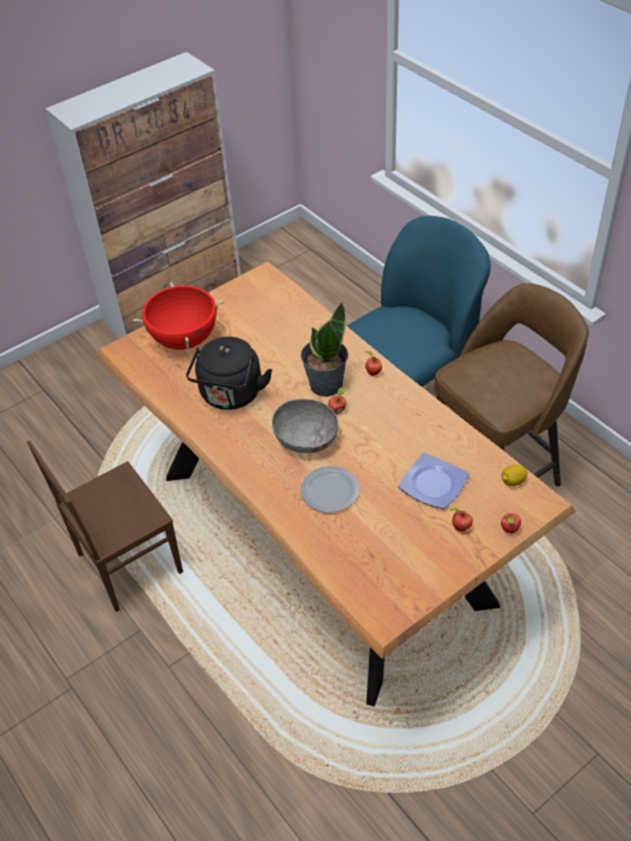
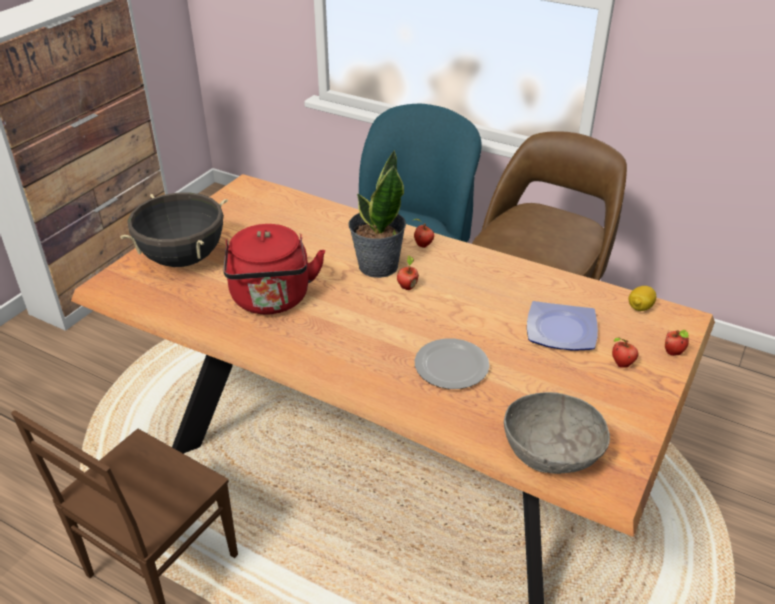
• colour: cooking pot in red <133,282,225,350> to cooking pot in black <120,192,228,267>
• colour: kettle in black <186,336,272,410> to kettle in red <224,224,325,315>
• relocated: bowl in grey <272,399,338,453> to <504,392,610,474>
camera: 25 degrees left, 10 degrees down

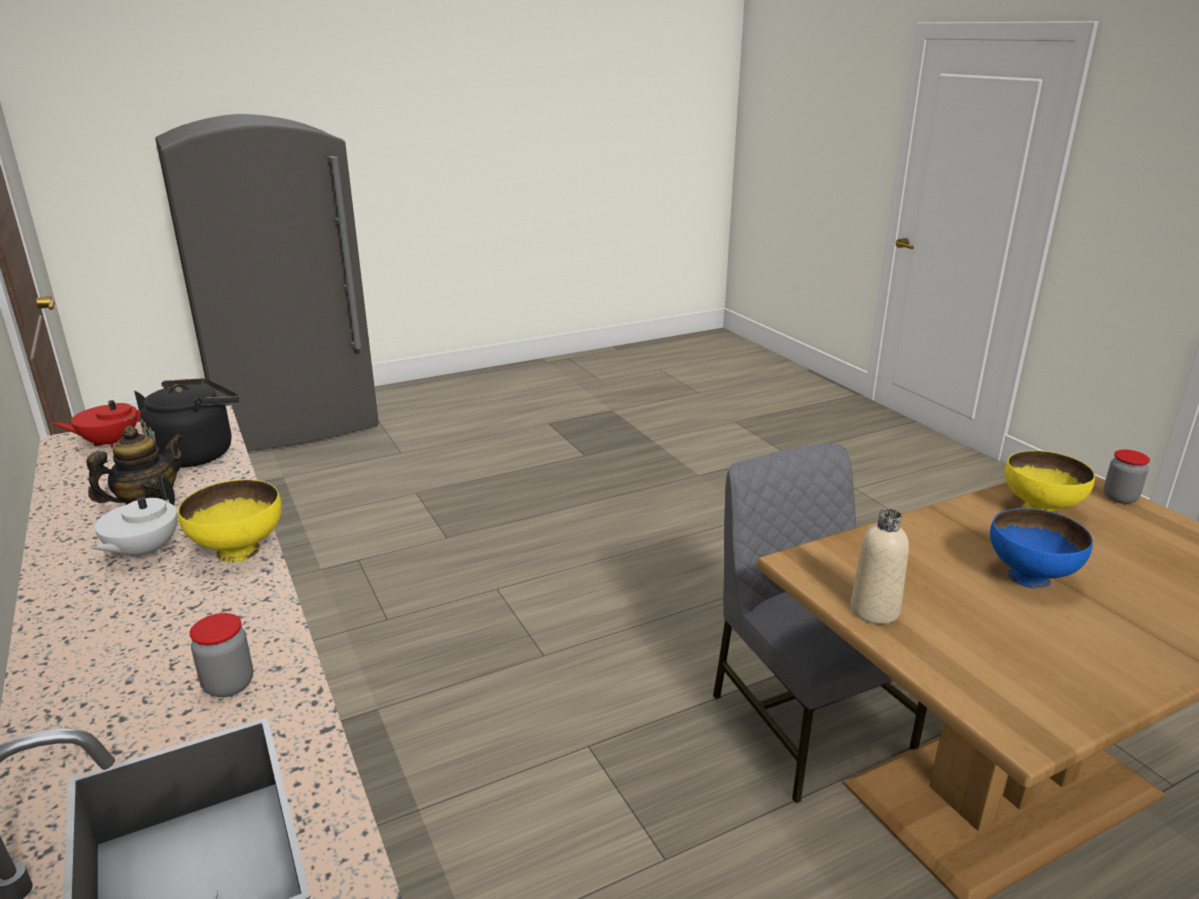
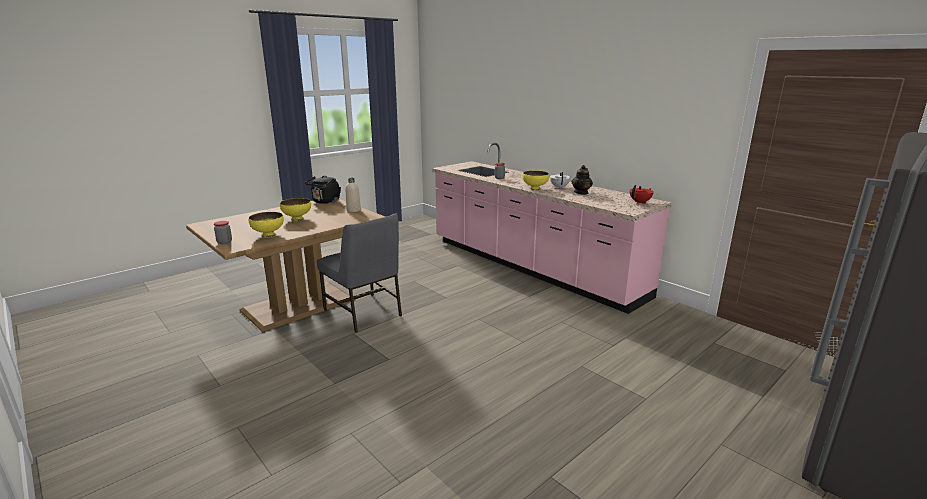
• colour: bowl in blue <990,508,1093,589> to bowl in yellow <280,198,311,221>
• relocated: kettle in black <140,379,239,468> to <305,176,341,204>
camera: 165 degrees right, 5 degrees down

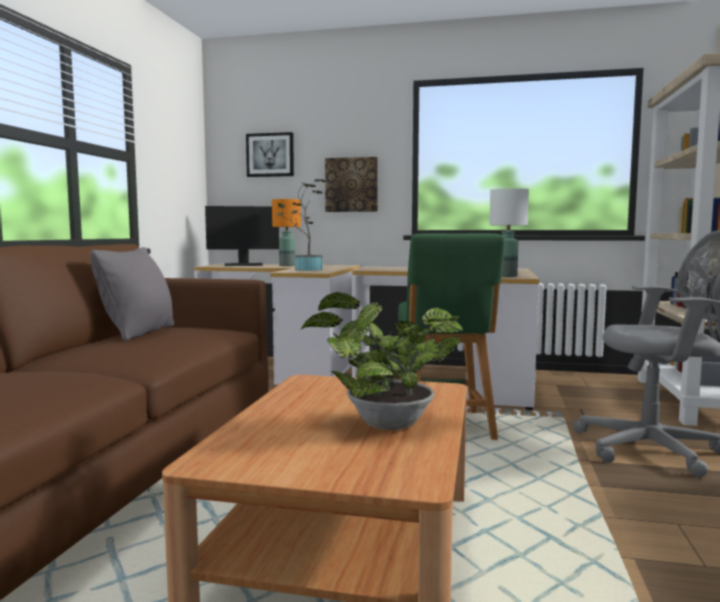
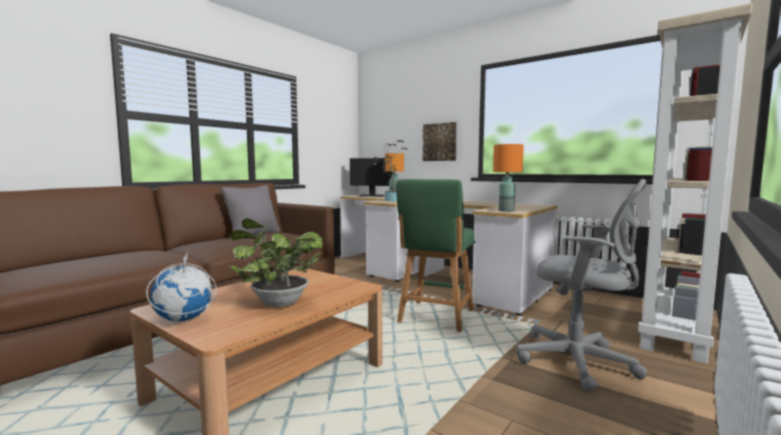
• appeared: globe <146,252,217,322>
• colour: table lamp in white <489,188,529,277> to table lamp in orange <493,144,524,212>
• missing: picture <246,132,294,177>
camera: 25 degrees right, 0 degrees up

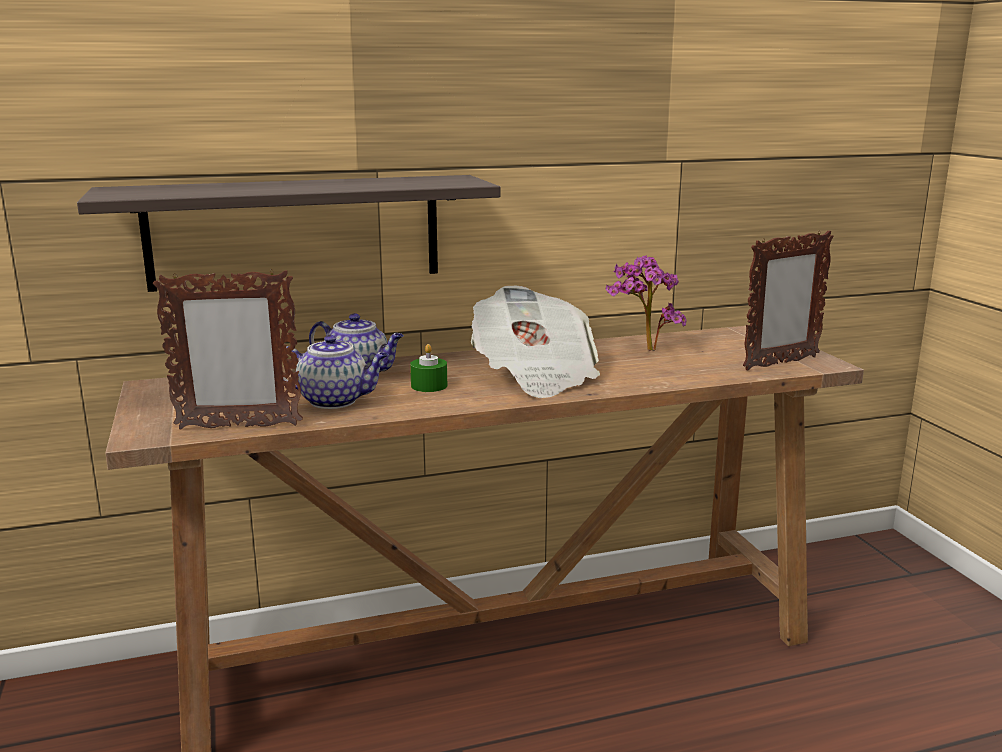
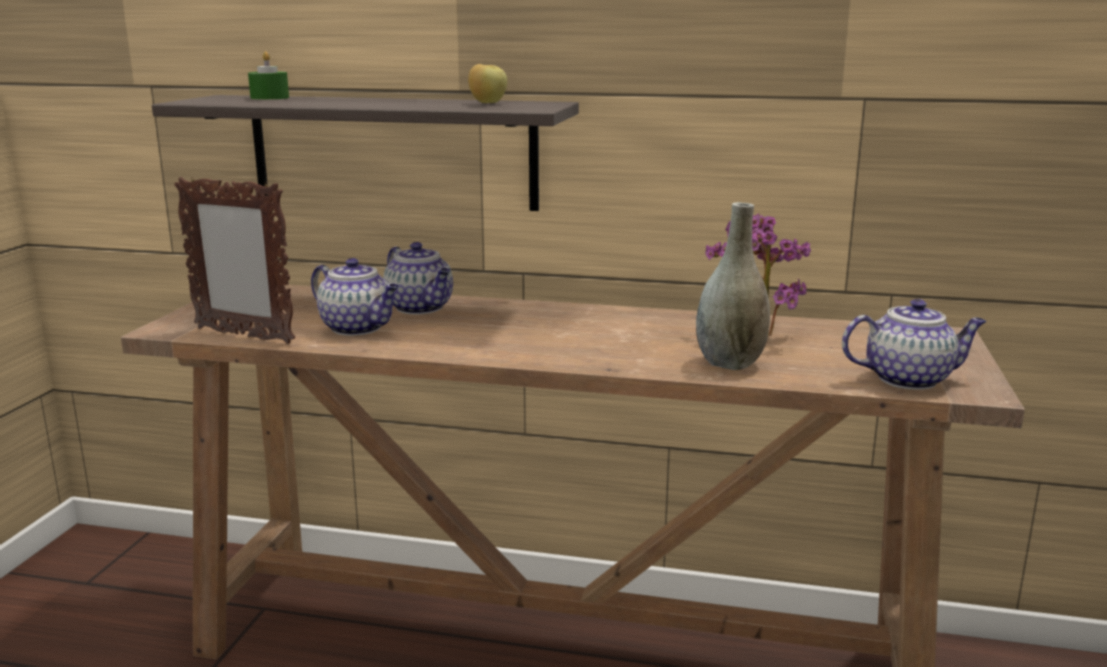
• relocated: candle in green <410,344,447,392> to <248,51,289,100>
• appeared: apple <468,64,507,103>
• appeared: vase in grey <696,202,770,370>
• exchanged: picture frame <743,230,833,371> to teapot <842,299,987,390>
• missing: newspaper <470,285,600,398>
camera: 30 degrees right, 0 degrees up

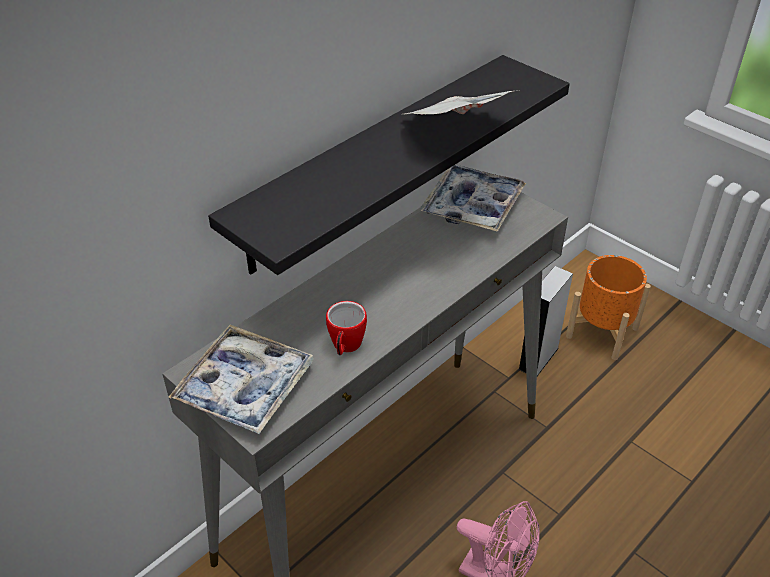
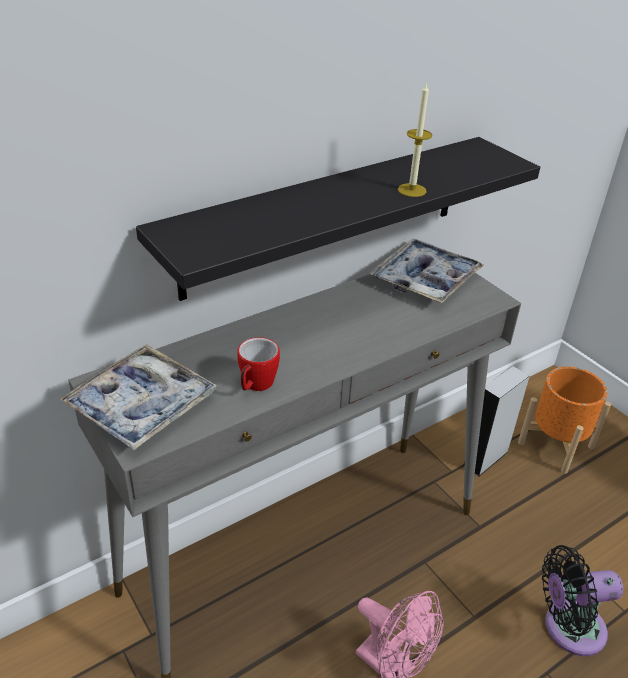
• exchanged: newspaper <404,90,519,115> to candle <398,82,432,197>
• appeared: fan in black <542,545,623,656>
camera: 10 degrees right, 5 degrees down

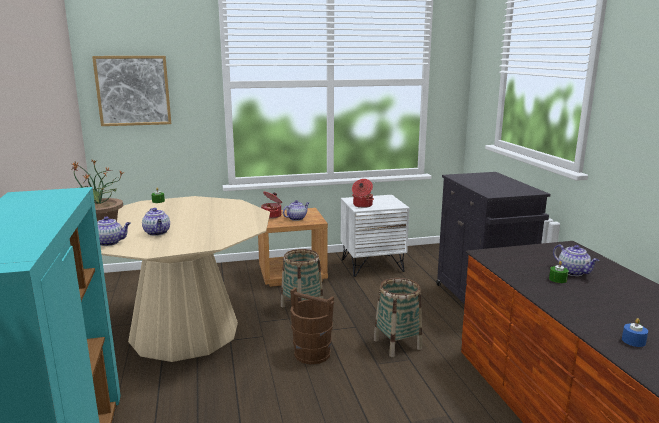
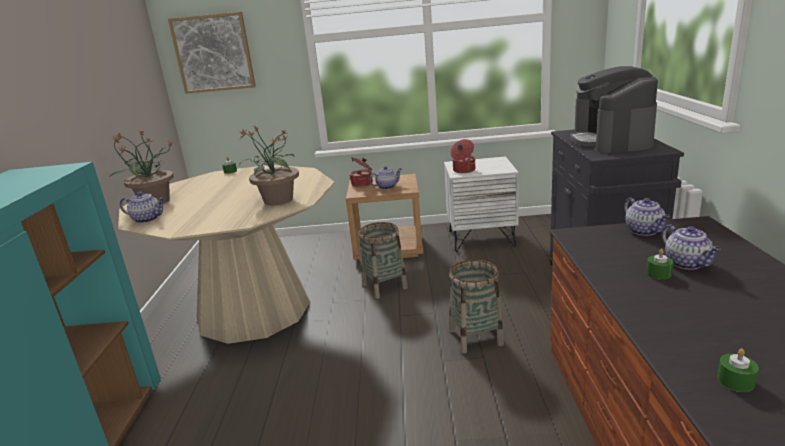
• appeared: potted plant <239,126,299,205>
• appeared: coffee machine <570,66,658,153>
• relocated: teapot <142,208,170,236> to <624,198,670,236>
• colour: candle in blue <622,318,648,347> to candle in green <717,349,759,392>
• missing: bucket in brown <290,288,334,364>
camera: 15 degrees right, 5 degrees up

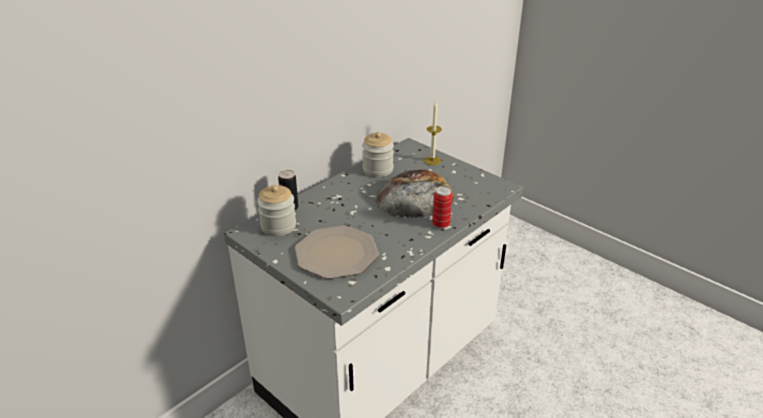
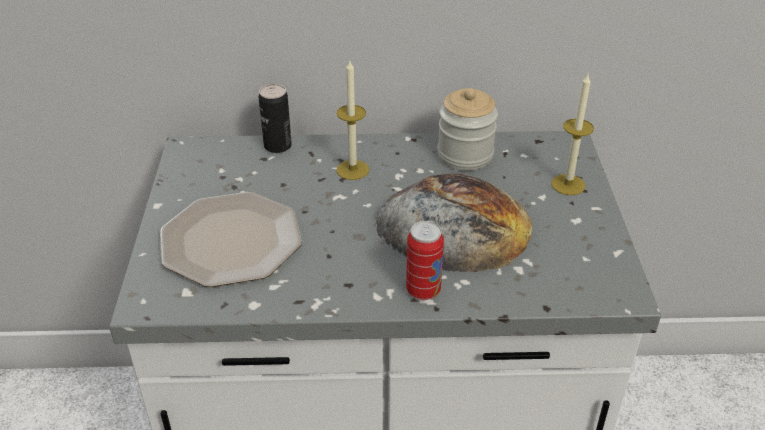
• appeared: candle <336,61,369,180>
• missing: jar <257,185,296,236>
camera: 45 degrees right, 5 degrees up

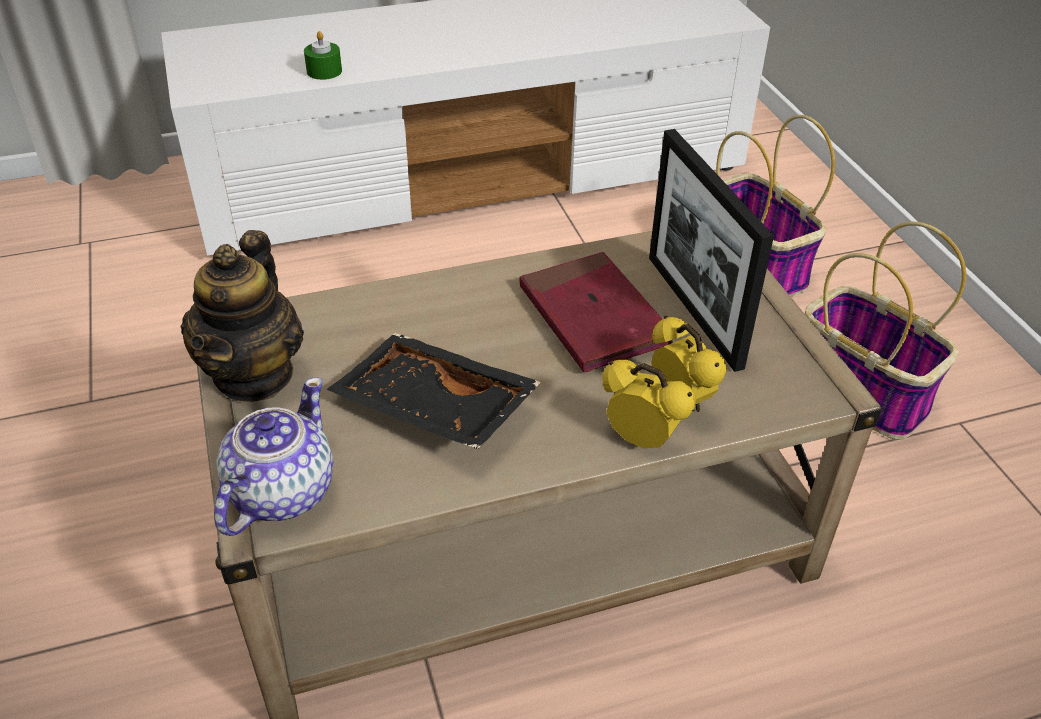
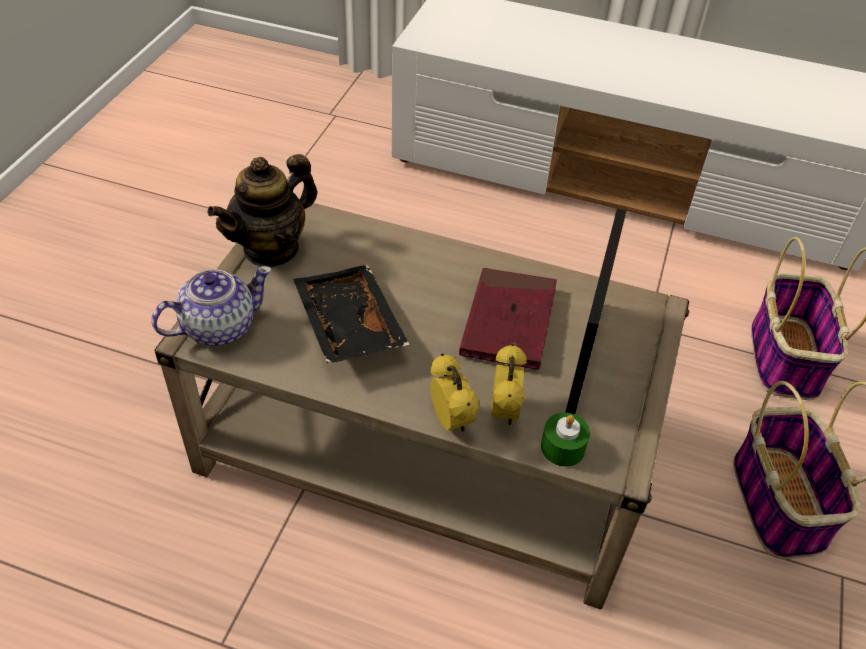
• relocated: candle in green <304,31,342,80> to <541,412,590,467>
camera: 35 degrees right, 5 degrees up

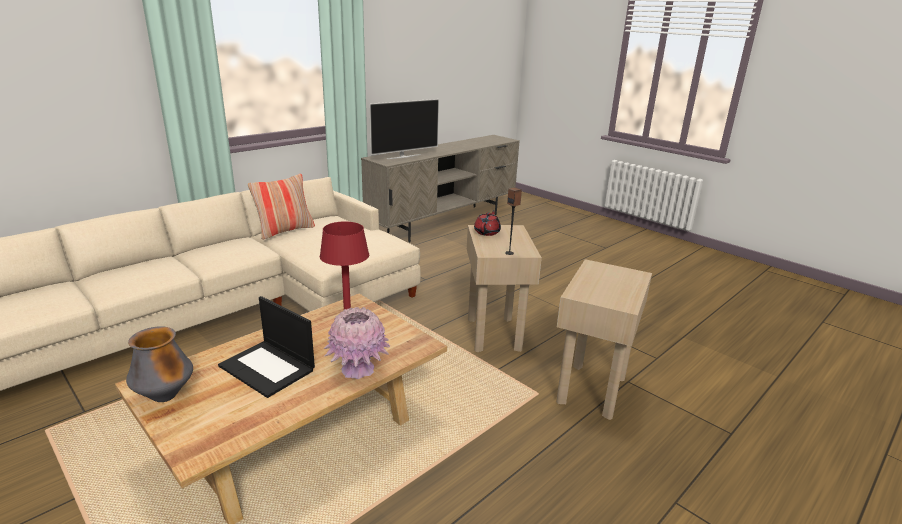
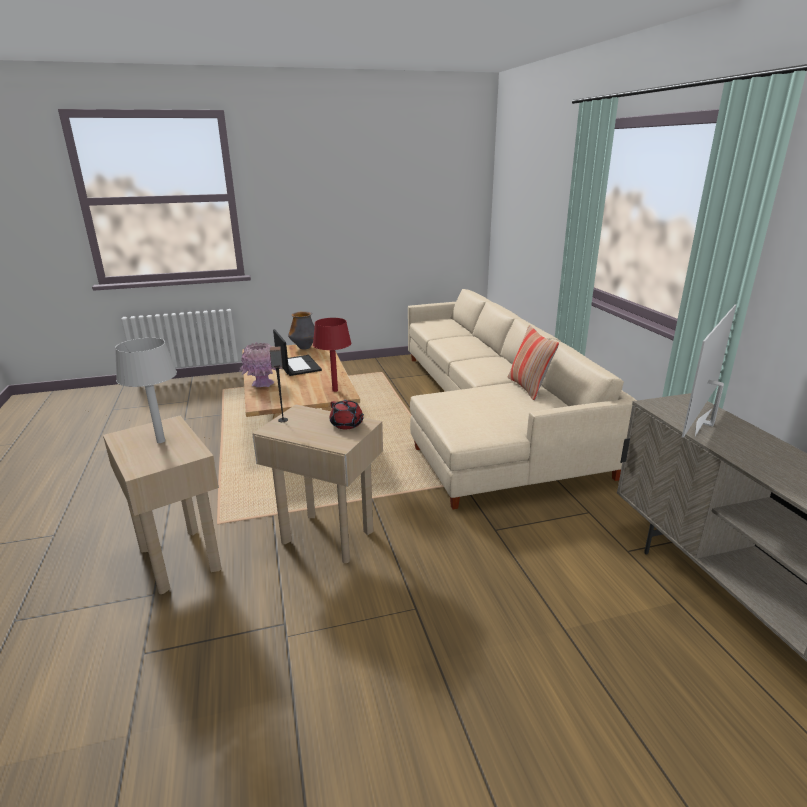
• appeared: table lamp in grey <115,338,177,443>
• spun: laptop <218,296,315,398> = <273,329,322,376> 90 degrees clockwise
• spun: television <369,99,439,159> = <682,305,736,438> 45 degrees clockwise
camera: 120 degrees right, 0 degrees up

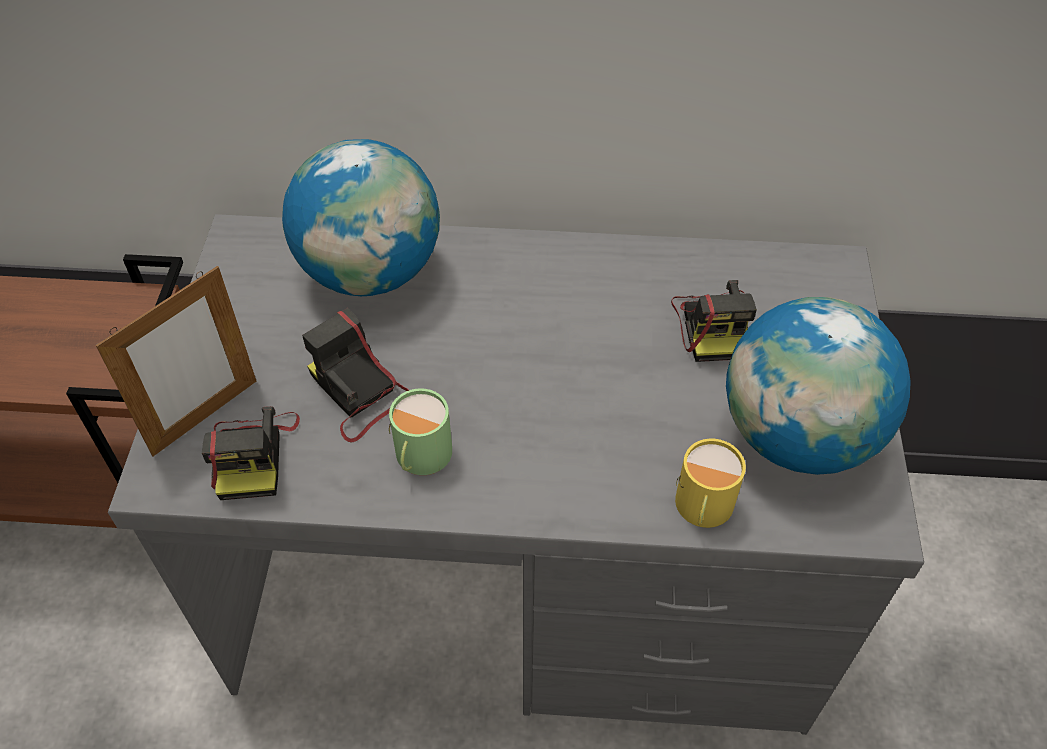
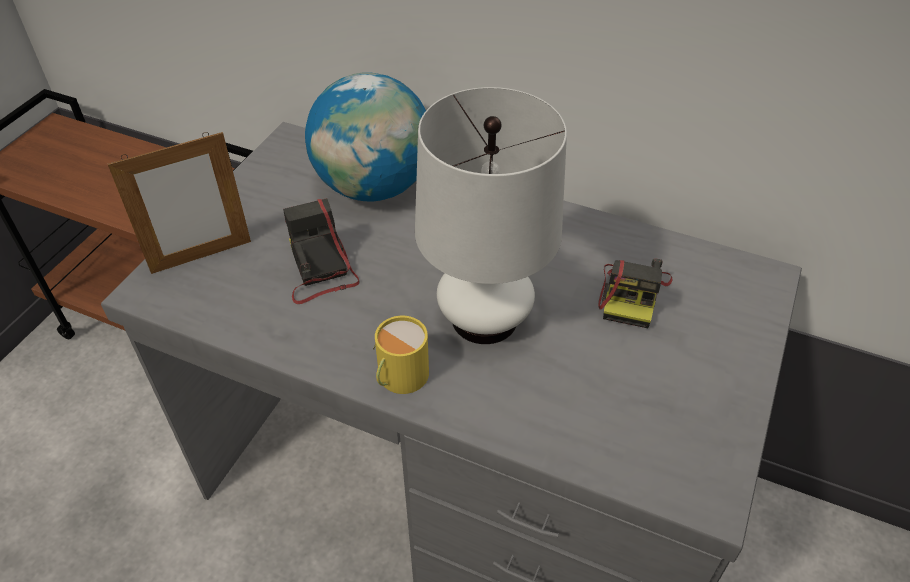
• relocated: mug in yellow <675,439,746,528> to <373,316,429,394>
• appeared: table lamp in white <415,87,567,344>
• missing: photo camera <202,406,300,500>
• missing: mug in green <389,388,452,475>
• missing: globe <726,297,911,475>
camera: 20 degrees right, 5 degrees down

